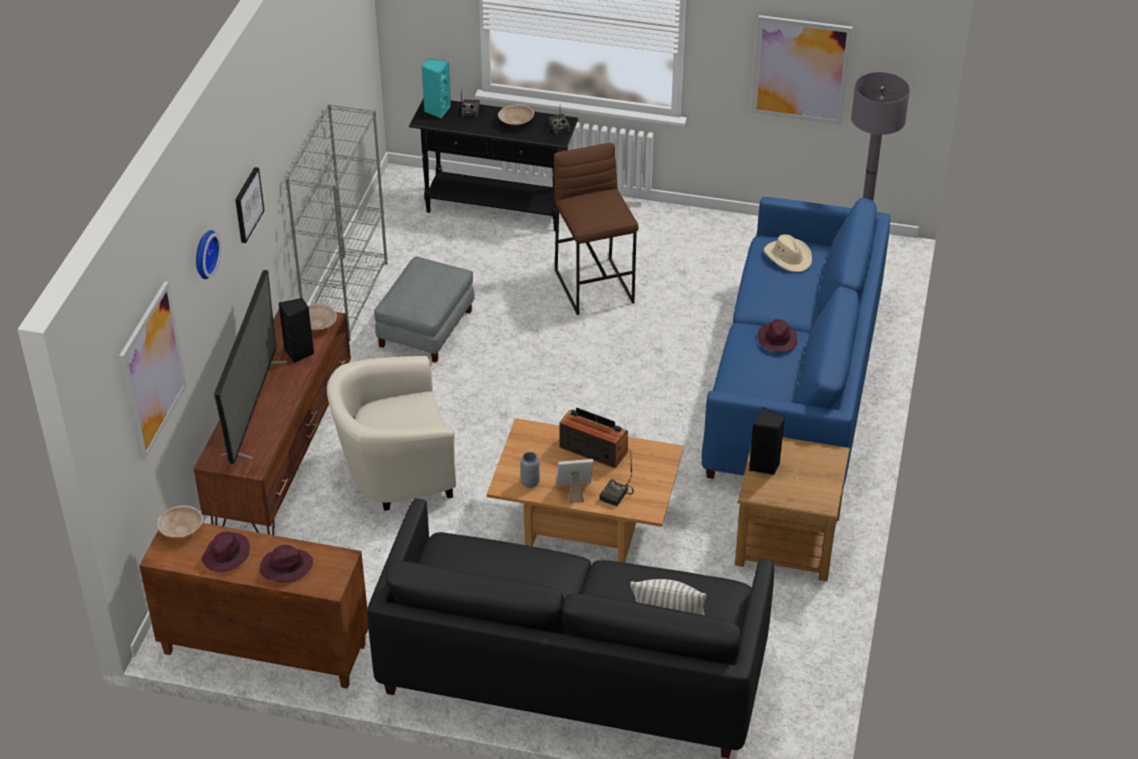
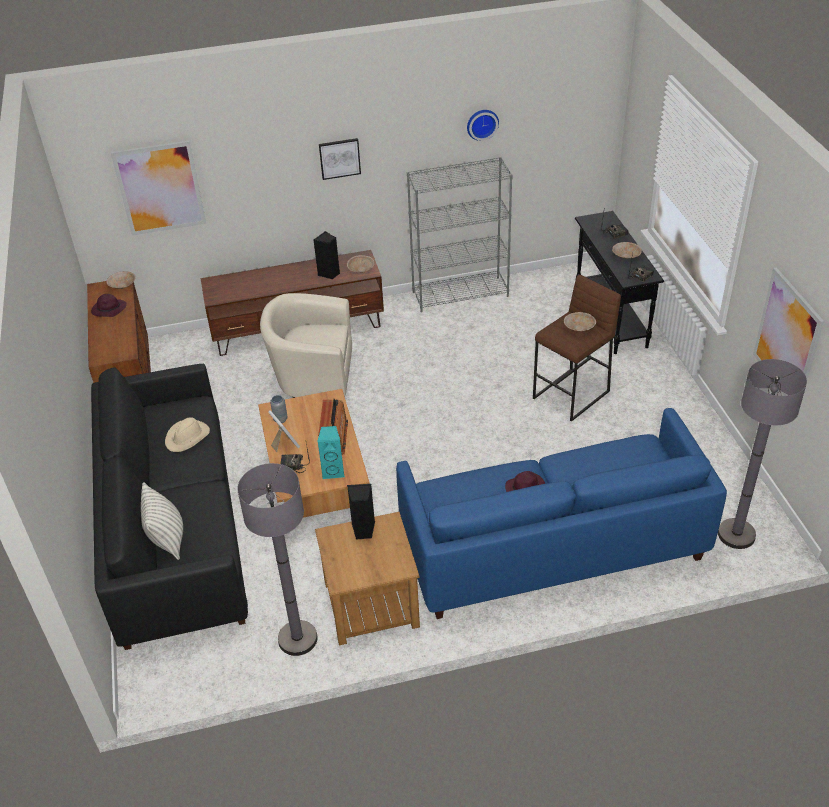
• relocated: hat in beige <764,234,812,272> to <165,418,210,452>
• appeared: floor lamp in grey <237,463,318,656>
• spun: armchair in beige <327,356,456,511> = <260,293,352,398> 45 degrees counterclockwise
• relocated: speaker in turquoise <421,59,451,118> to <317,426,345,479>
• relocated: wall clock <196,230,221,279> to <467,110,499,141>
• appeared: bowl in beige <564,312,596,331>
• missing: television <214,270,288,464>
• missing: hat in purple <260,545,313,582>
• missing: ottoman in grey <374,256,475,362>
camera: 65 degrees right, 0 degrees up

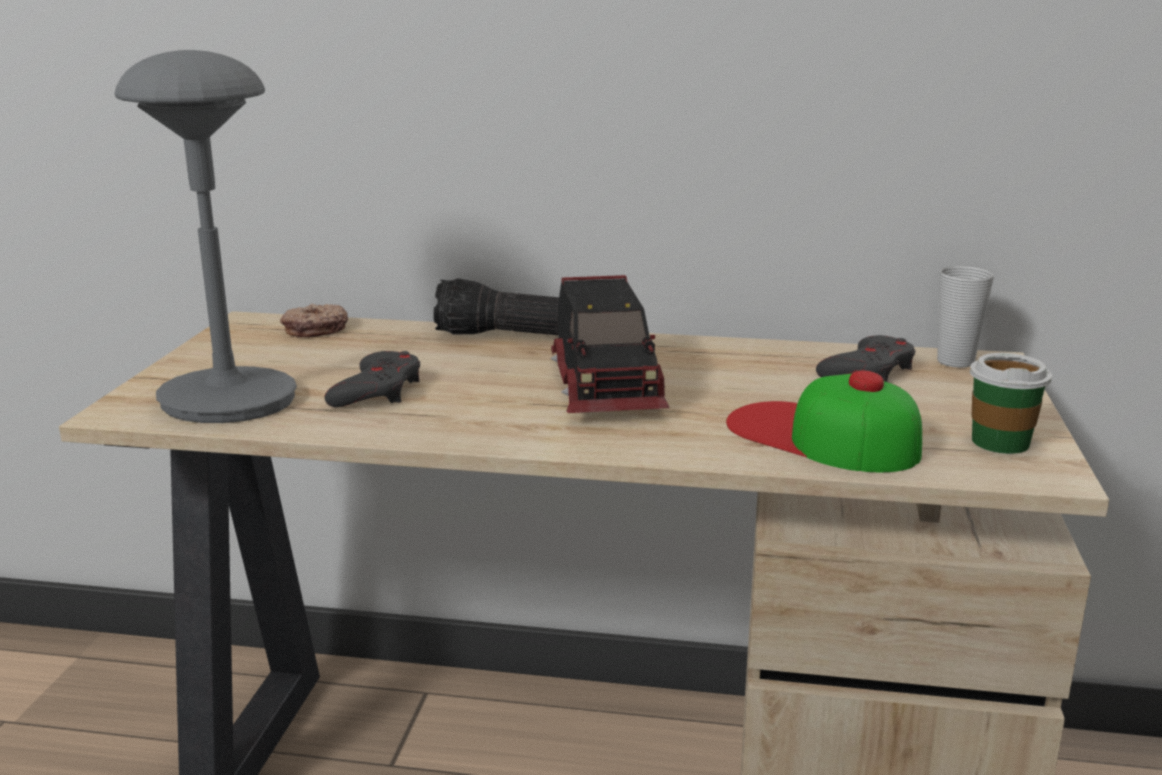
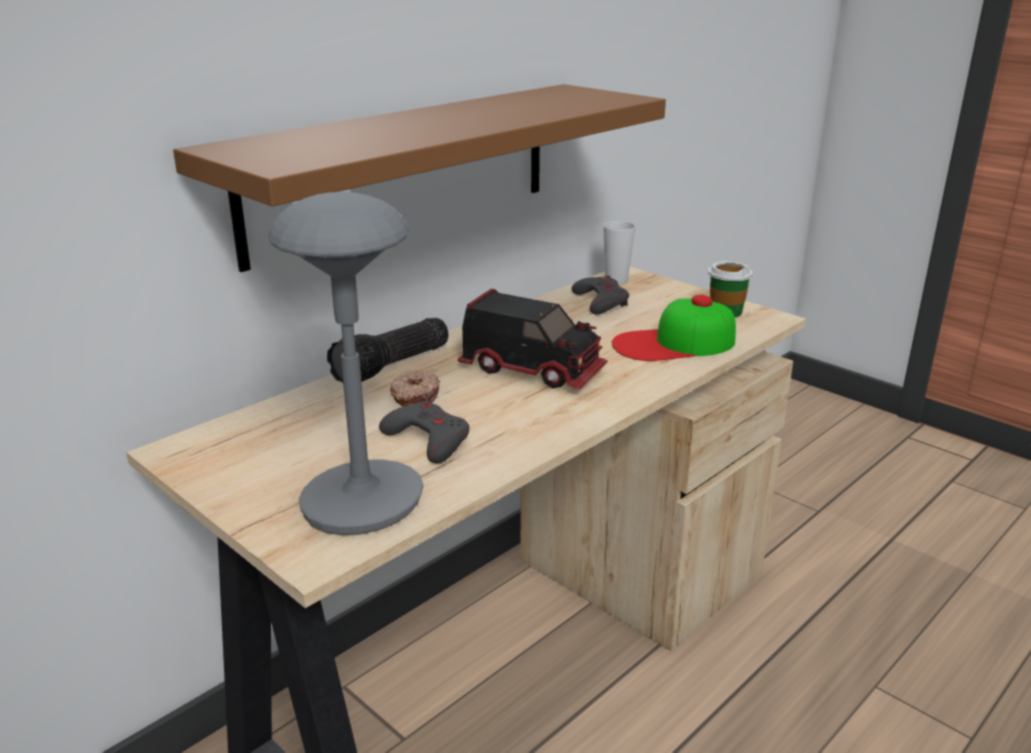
• appeared: shelf in brown <173,84,666,272>
• relocated: donut <280,304,348,338> to <390,370,440,407>
camera: 55 degrees left, 5 degrees up

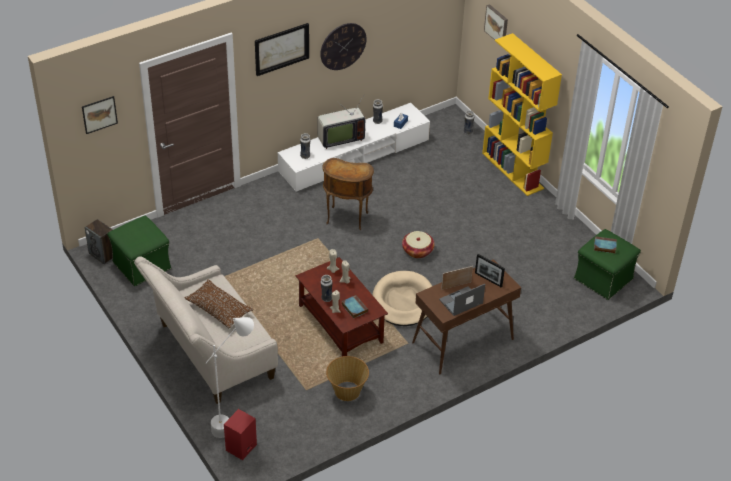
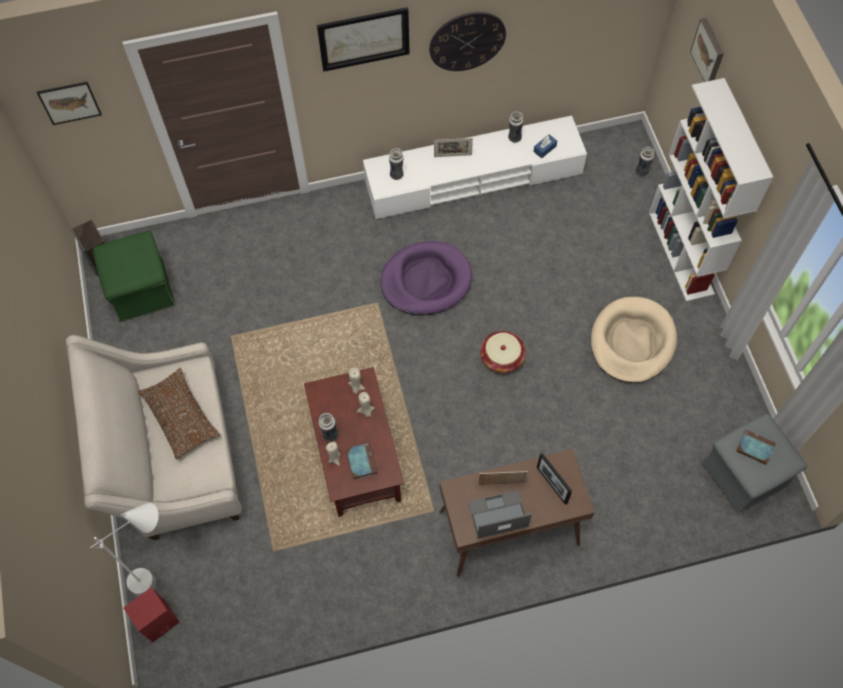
• exchanged: side table in brown <322,158,374,230> to dog bed in purple <380,241,472,315>
• exchanged: television <317,97,365,149> to picture frame <434,138,473,157>
• relocated: dog bed in beige <373,271,432,326> to <591,297,677,383>
• colour: bookcase in yellow <482,33,562,196> to bookcase in white <649,78,773,302>
• colour: ottoman in green <574,229,641,300> to ottoman in grey <702,413,808,514>
• missing: basket <326,356,369,401>
camera: 20 degrees right, 20 degrees up

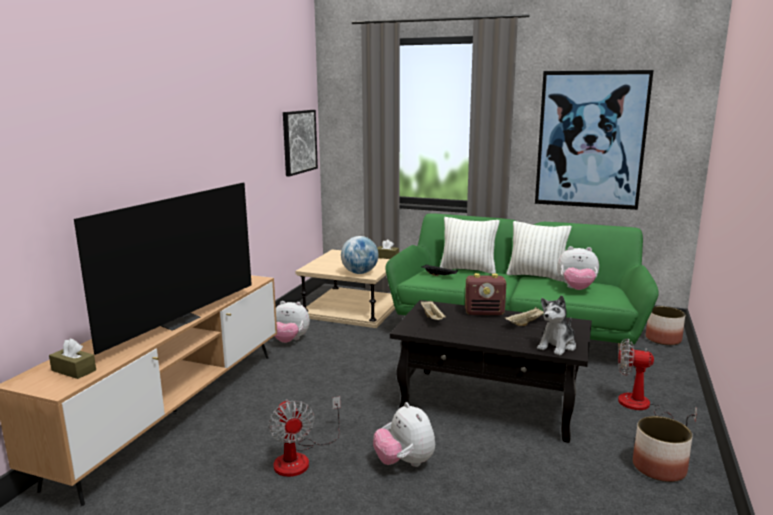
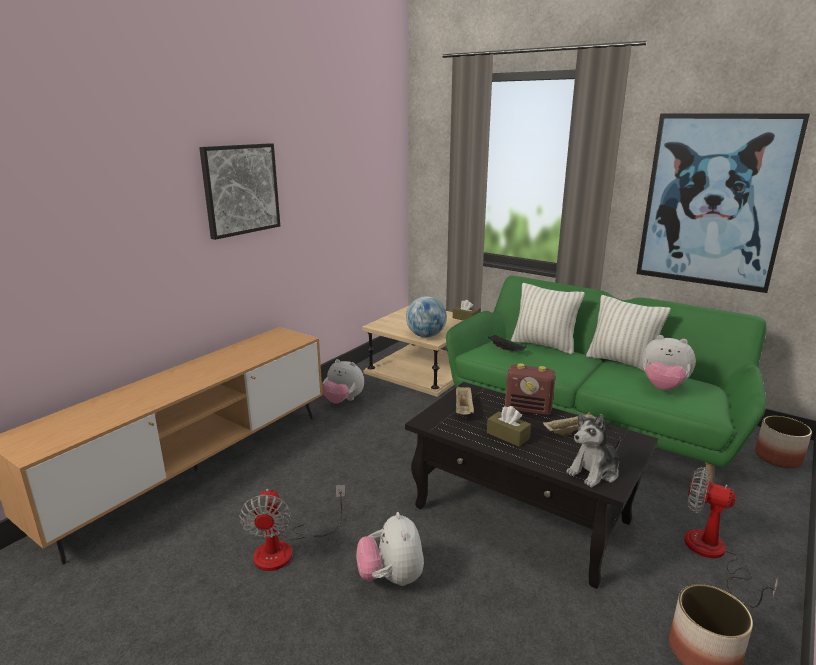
• relocated: picture <283,110,318,176> to <199,143,280,240>
• relocated: tissue box in brown <49,339,96,379> to <487,406,531,447>
• missing: television <74,182,252,355>
camera: 15 degrees right, 5 degrees up

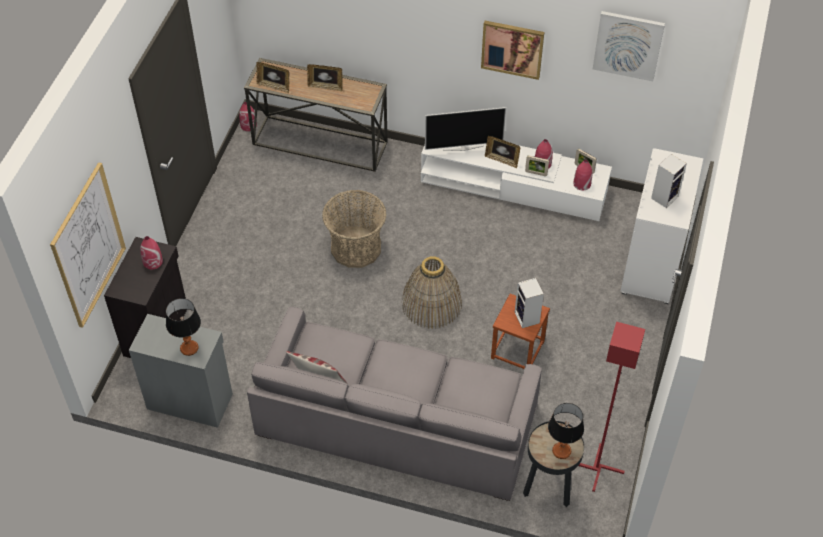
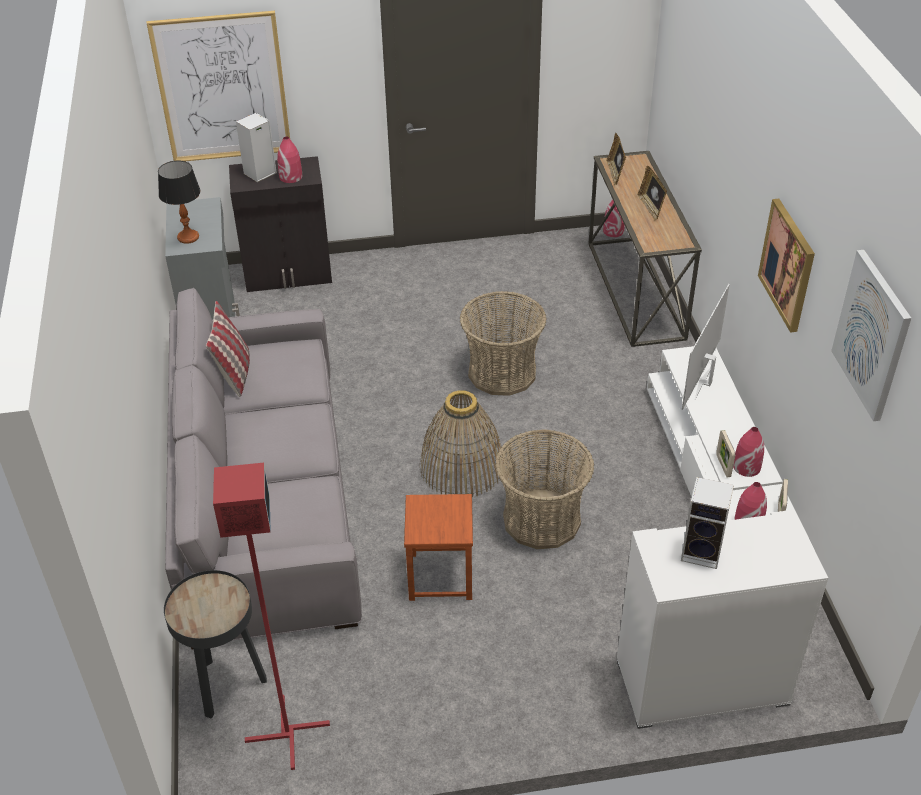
• relocated: speaker <515,278,544,328> to <236,113,277,182>
• appeared: basket <495,429,594,549>
• spun: television <425,107,506,151> = <682,284,730,410> 60 degrees clockwise
• missing: picture frame <485,136,520,168>
• missing: table lamp <548,403,584,459>
camera: 65 degrees right, 10 degrees down

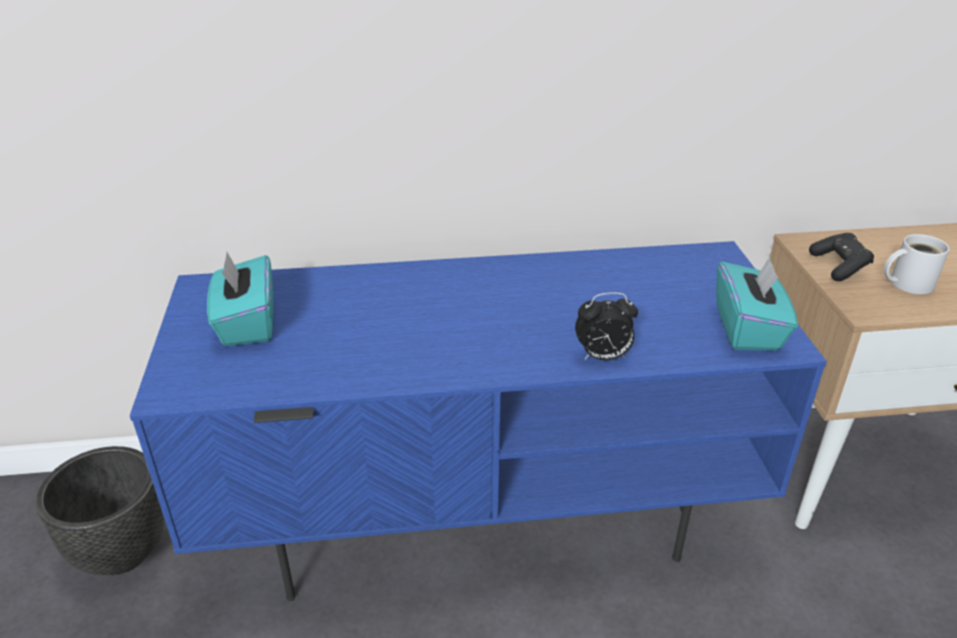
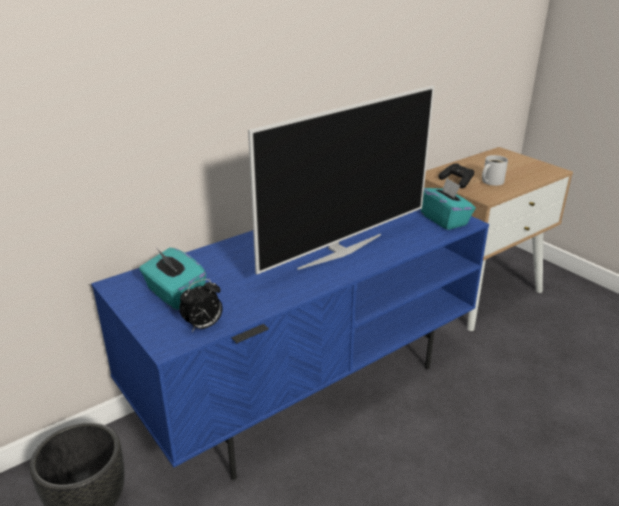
• relocated: alarm clock <575,292,638,360> to <179,279,223,332>
• appeared: television <248,85,435,274>
camera: 30 degrees left, 5 degrees down

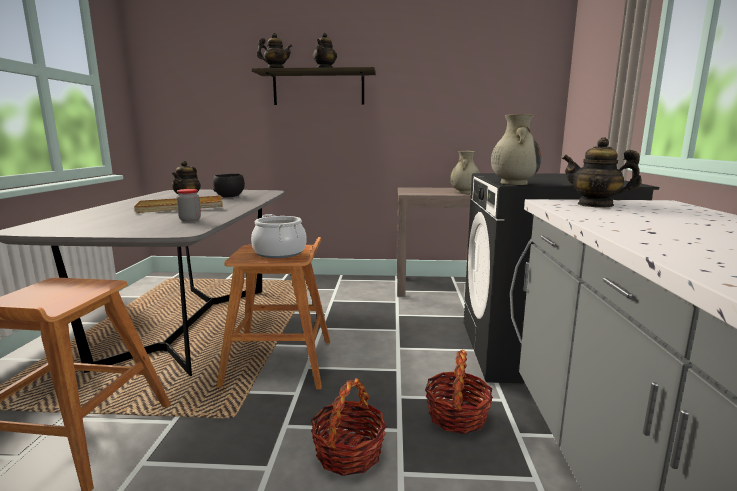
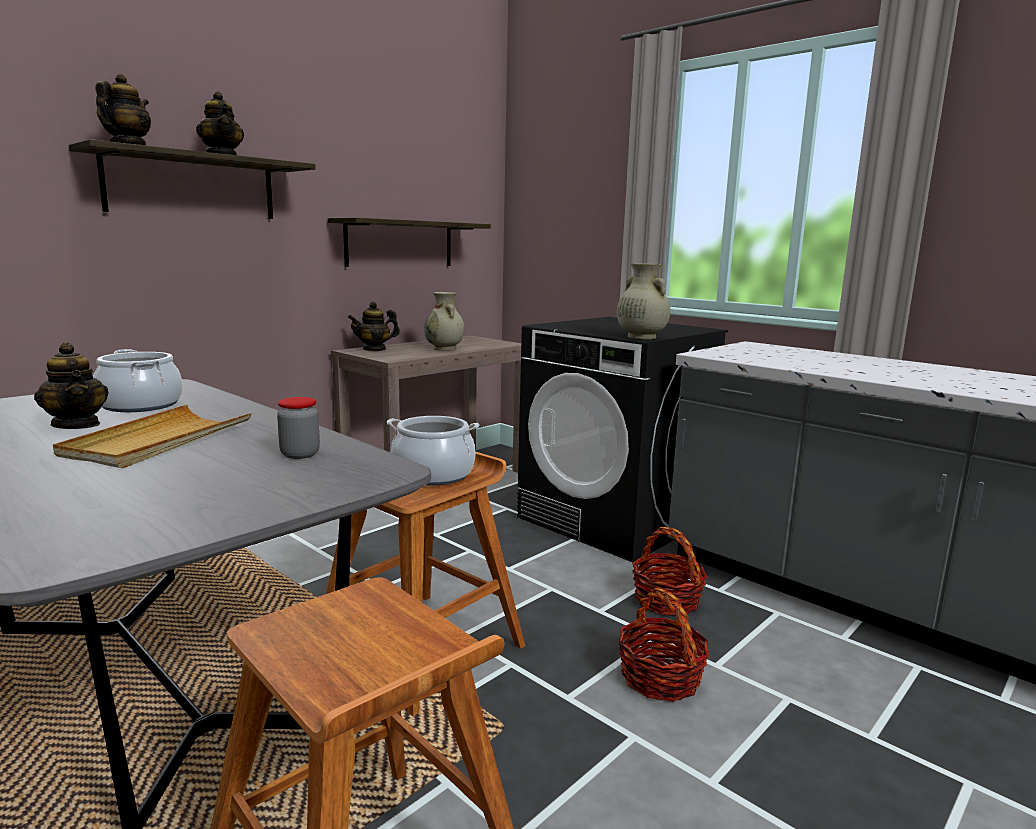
• exchanged: bowl in black <213,174,245,198> to cooking pot <93,349,182,412>
• appeared: shelf <328,218,491,267>
• relocated: teapot <562,137,642,208> to <347,302,400,351>
camera: 50 degrees left, 0 degrees up

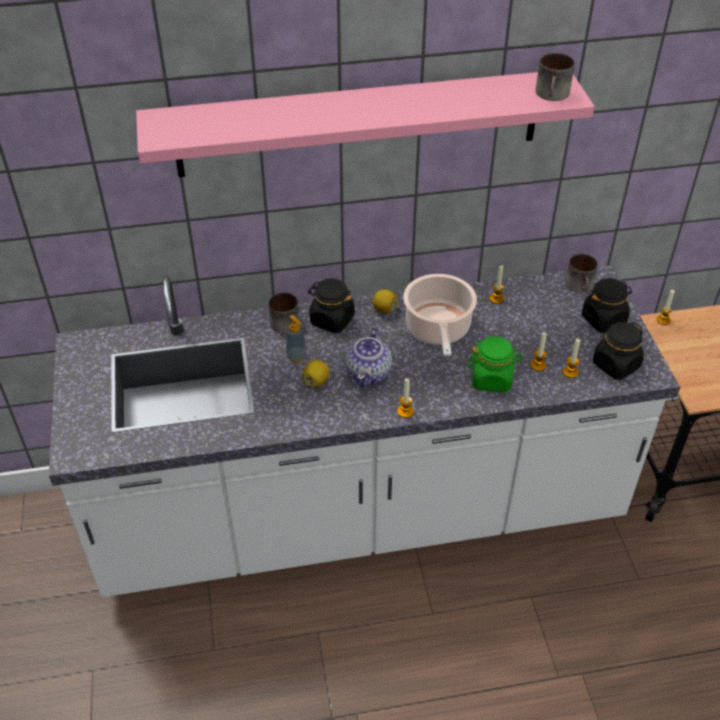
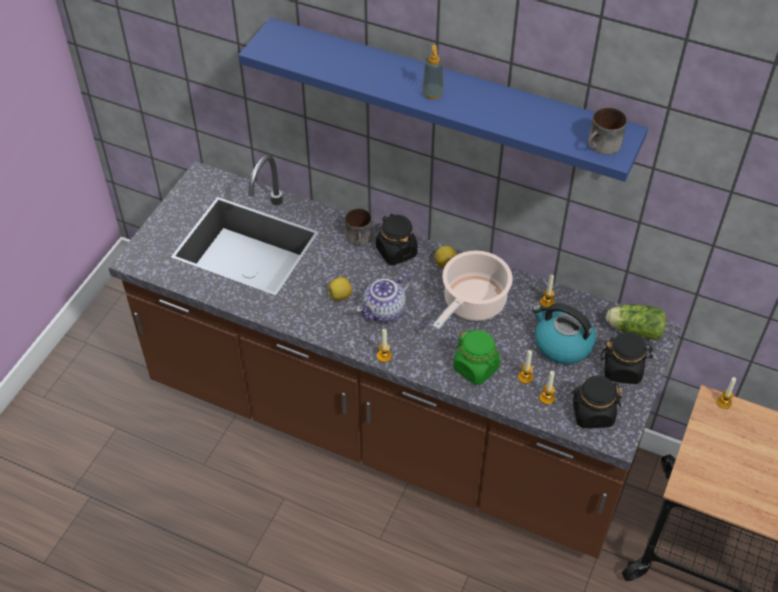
• colour: counter in white <49,265,680,597> to counter in brown <108,155,682,559>
• colour: shelf in pink <136,72,595,177> to shelf in blue <238,17,648,182>
• relocated: soap dispenser <286,315,307,363> to <422,45,444,99>
• appeared: kettle <532,303,596,364>
• exchanged: mug <565,254,598,293> to lettuce <606,304,666,340>
camera: 35 degrees right, 5 degrees up

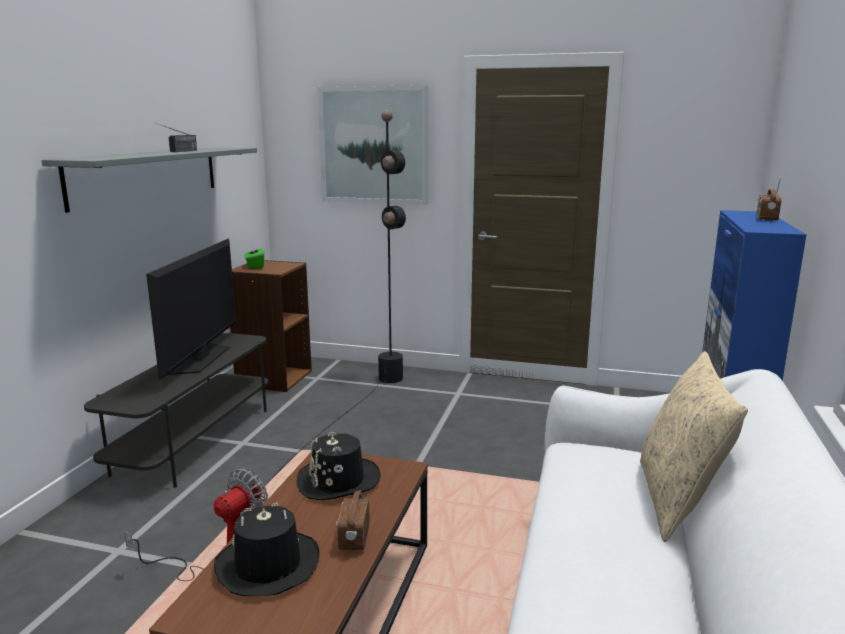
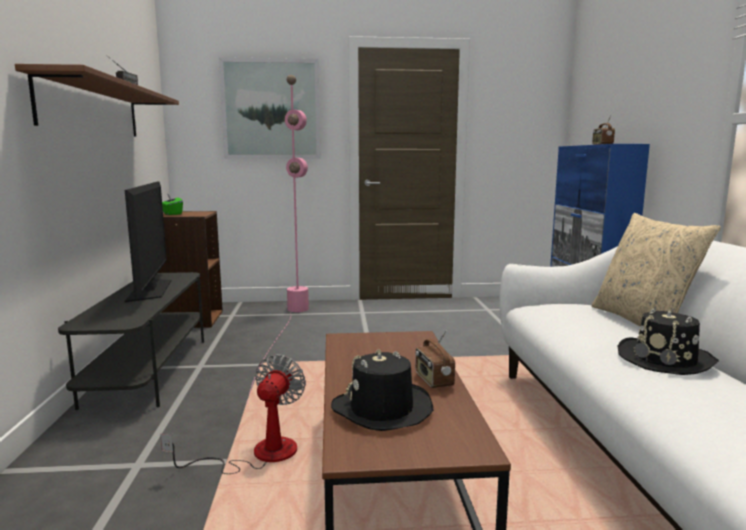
• colour: shelf in grey <41,147,257,213> to shelf in brown <15,64,179,137>
• colour: floor lamp in black <263,110,406,488> to floor lamp in pink <247,75,309,405>
• relocated: hat in black <297,432,381,500> to <618,309,719,375>
camera: 20 degrees left, 5 degrees down

